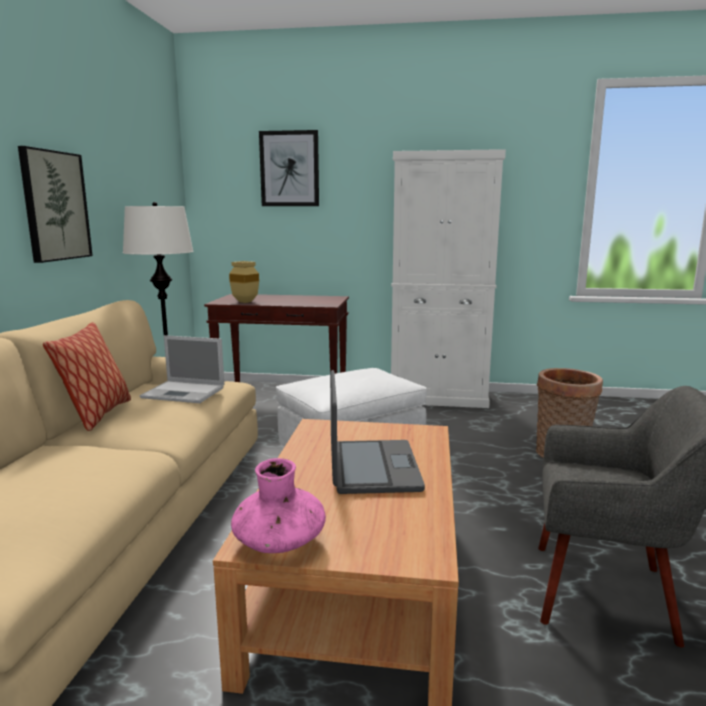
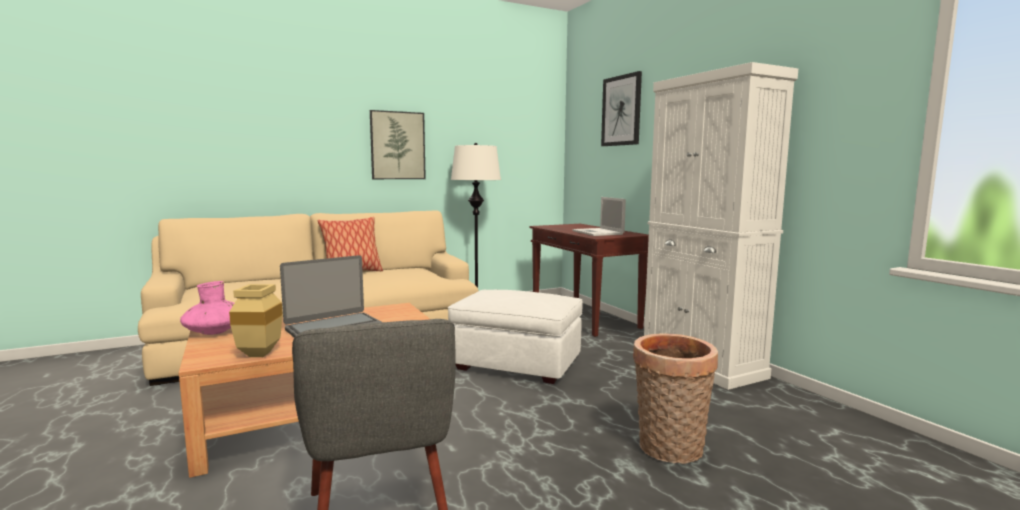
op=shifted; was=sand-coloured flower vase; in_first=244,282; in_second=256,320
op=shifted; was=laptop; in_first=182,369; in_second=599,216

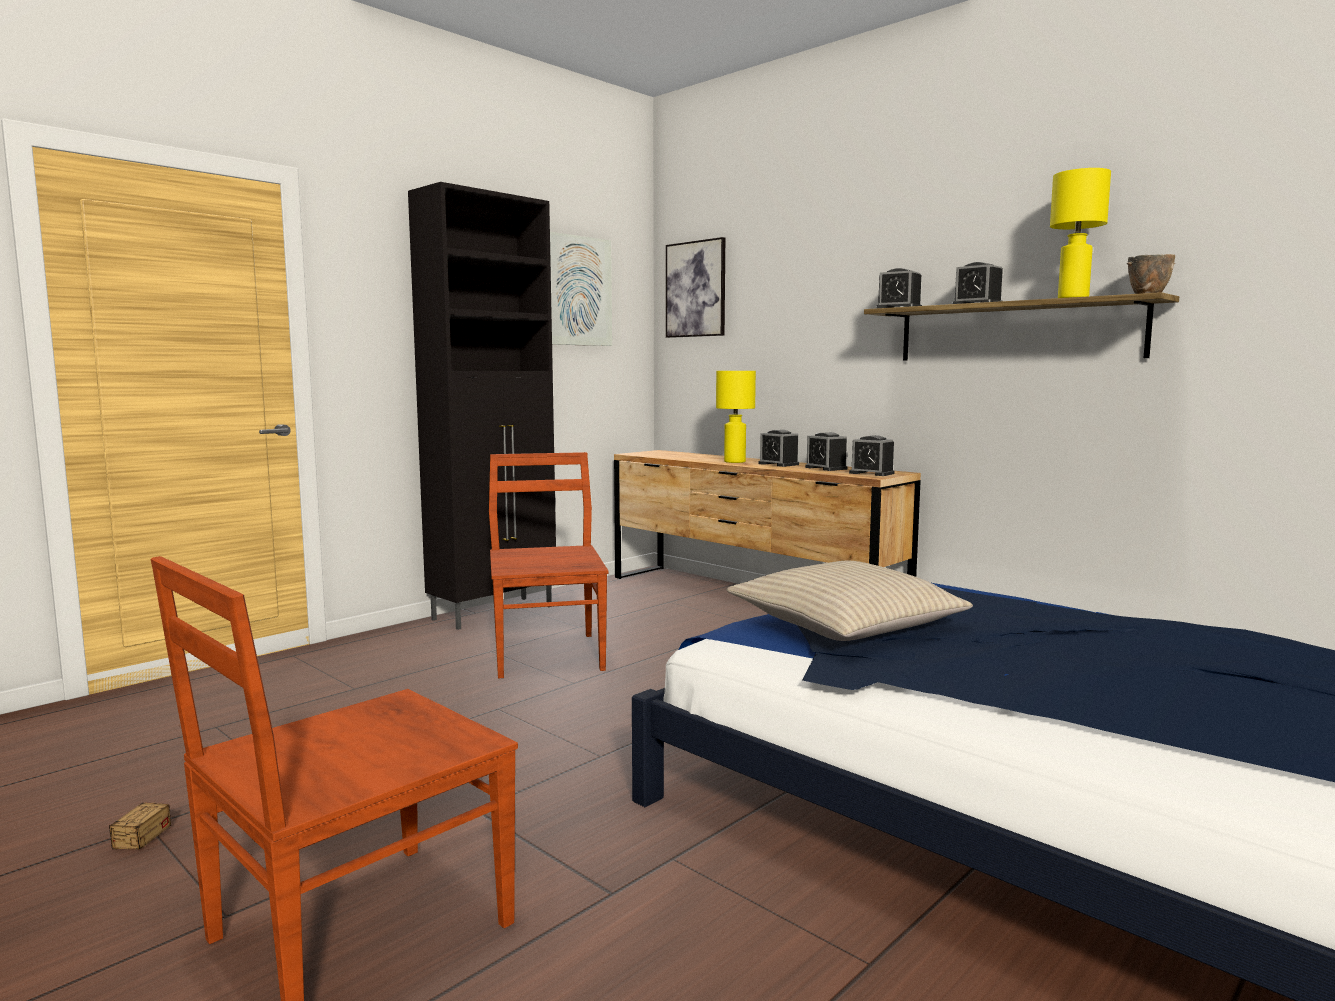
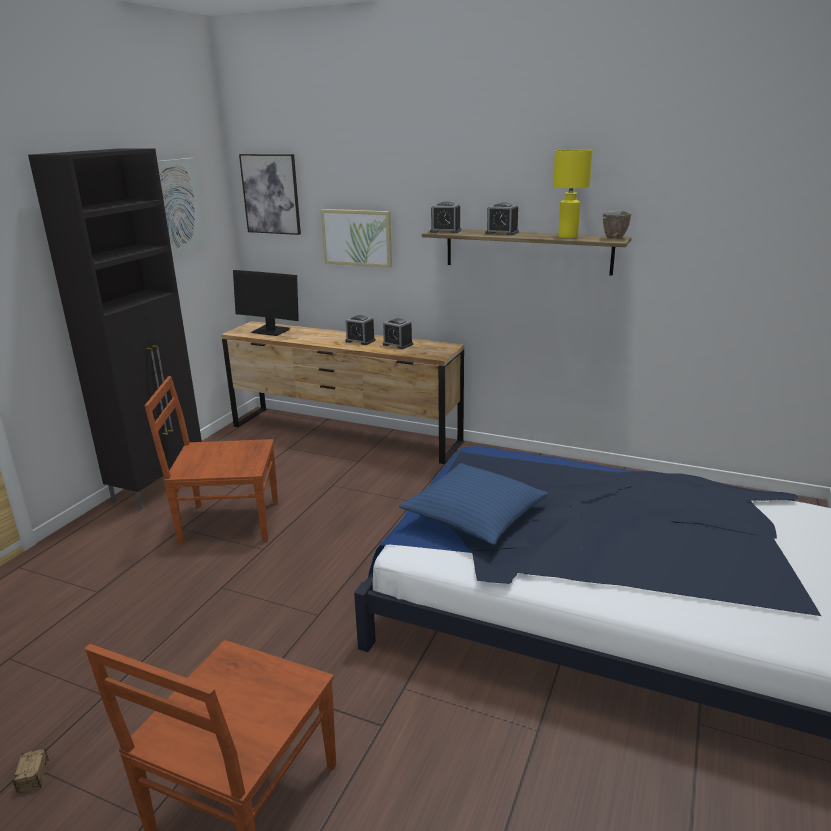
op=rotated; was=brown-coloured plain chair; in_first=548,565; in_second=211,460; clockwise=-60
op=new; now=computer display; in_second=266,303
op=new; now=wall picture; in_second=356,238
op=repainted; was=sand-coloured pillow; now=blue-coloured pillow; in_first=849,601; in_second=474,504
op=gone; was=yellow-coloured lamp for a table; in_first=736,417
op=gone; was=bedside clock; in_first=872,455

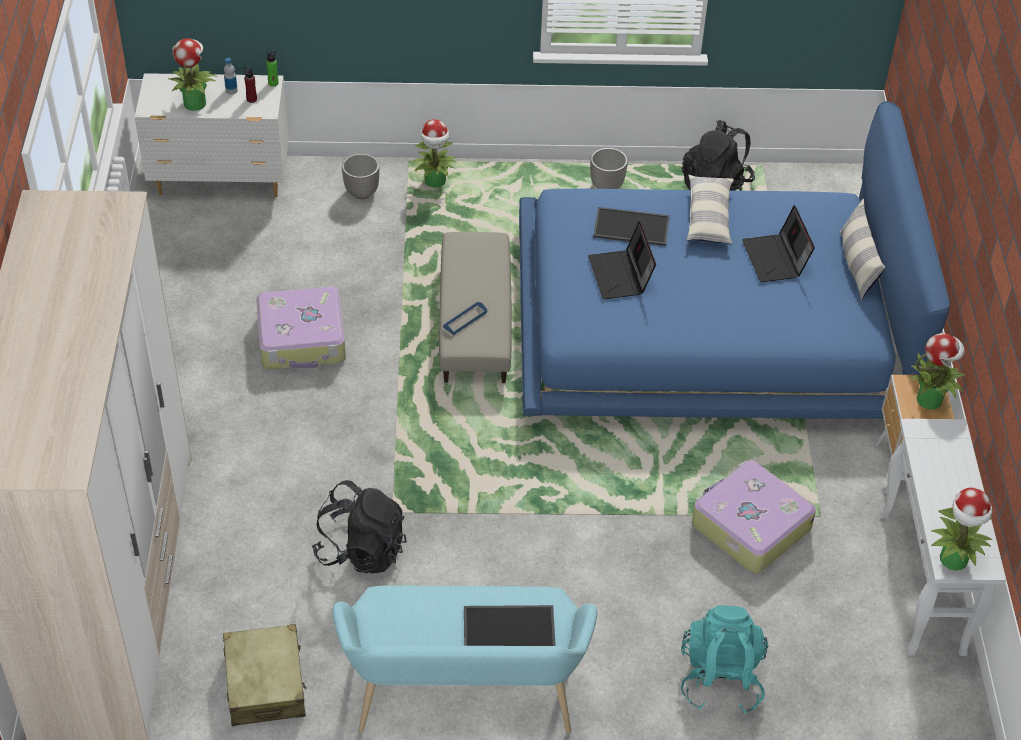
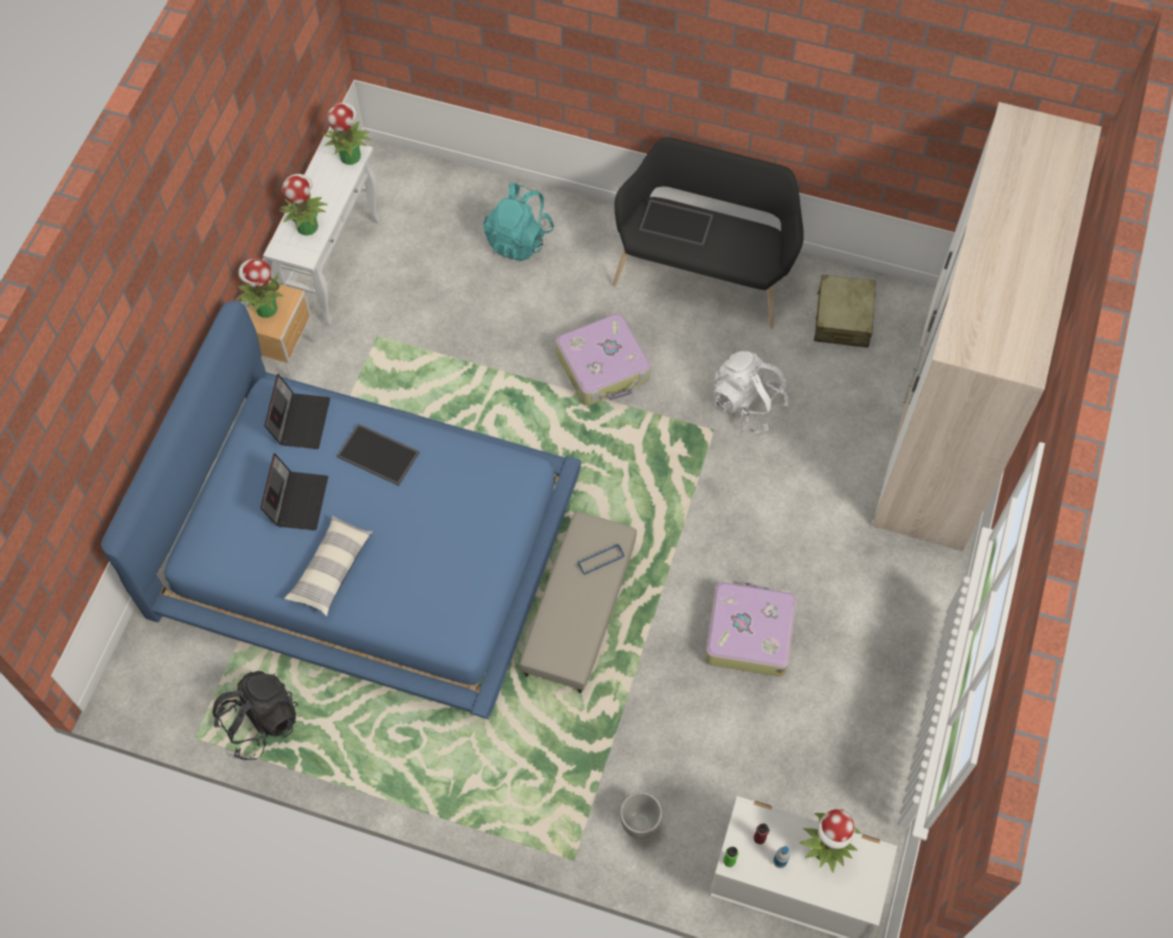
op=shifted; was=laptop; in_first=622,260; in_second=297,411
op=shifted; was=plant in a pot; in_first=434,153; in_second=303,205
op=shifted; was=serving tray; in_first=631,226; in_second=378,454
op=shifted; was=piece of luggage; in_first=754,516; in_second=603,359
op=repainted; was=turquoise-coloured indoor bench; now=black-coloured indoor bench; in_first=465,659; in_second=708,233
op=repainted; was=black-coloured knapsack; now=white knapsack; in_first=359,527; in_second=751,392
op=gone; was=flower pot; in_first=609,168
op=gone; was=pillow; in_first=863,249

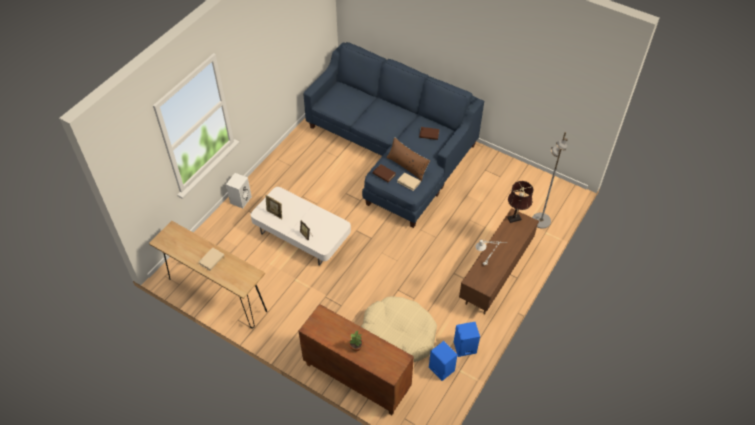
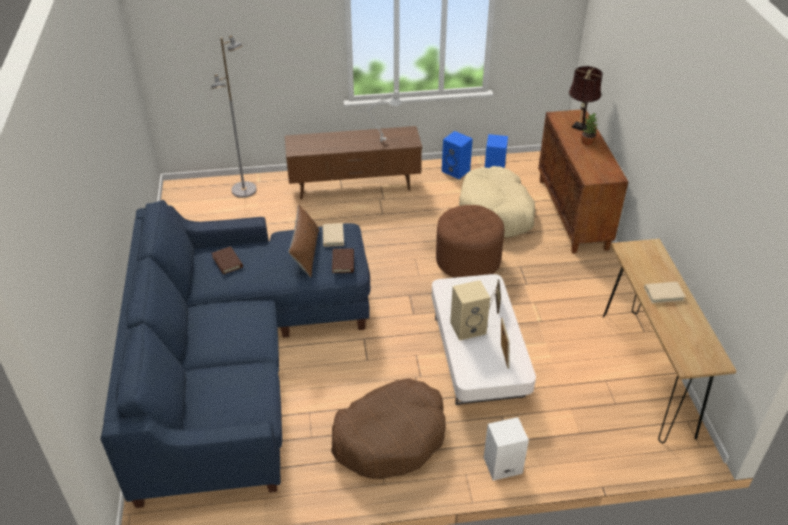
op=new; now=brown-coloured pet bed; in_second=388,428
op=new; now=brown-coloured ottoman; in_second=470,241
op=new; now=sand-coloured loudspeaker; in_second=470,310
op=shifted; was=brown-coloured lamp for a table; in_first=520,202; in_second=586,98

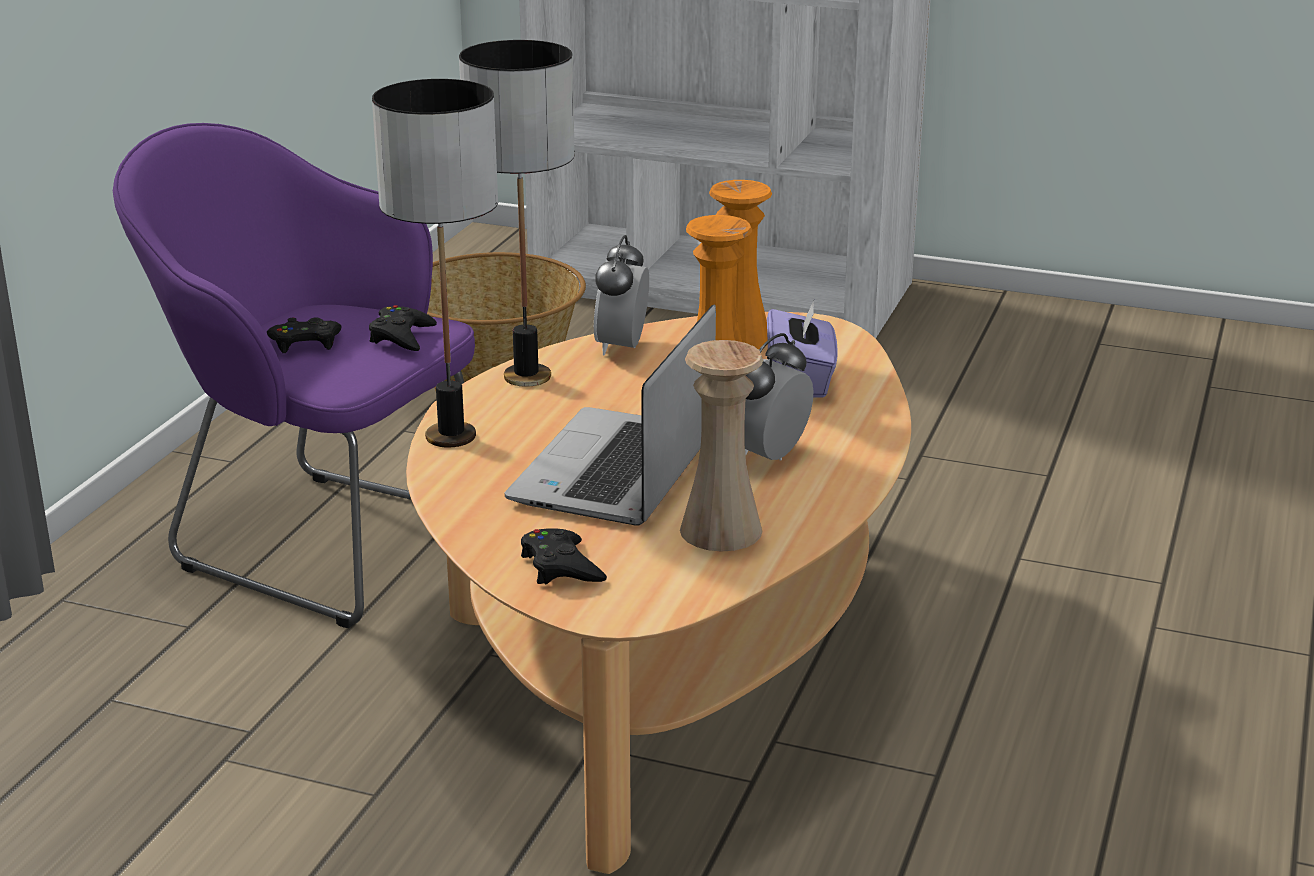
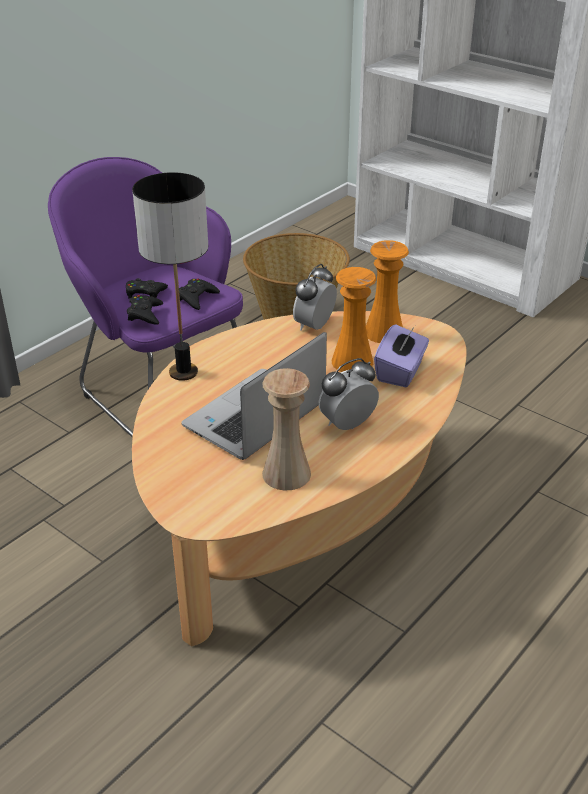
op=shifted; was=black-coloured joypad; in_first=564,556; in_second=145,310
op=gone; was=lamp for a table; in_first=517,213

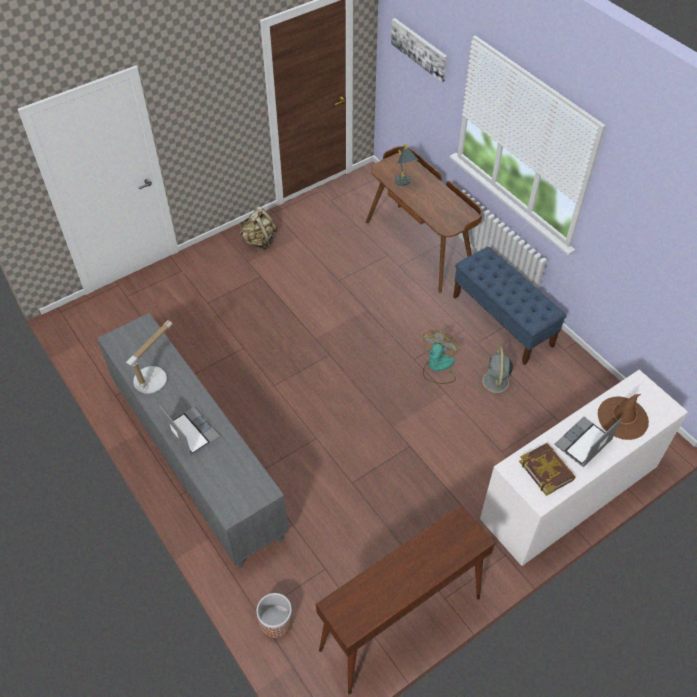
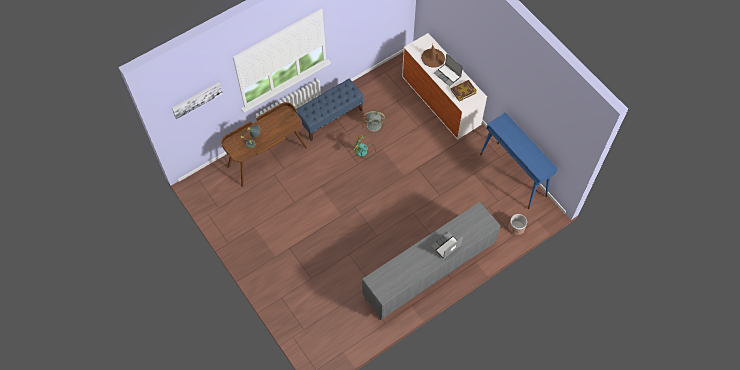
op=repainted; was=brown-coloured narrow table; now=blue-coloured narrow table; in_first=405,600; in_second=519,160
op=gone; was=lamp for a table; in_first=149,357
op=gone; was=sand-coloured knapsack; in_first=258,228

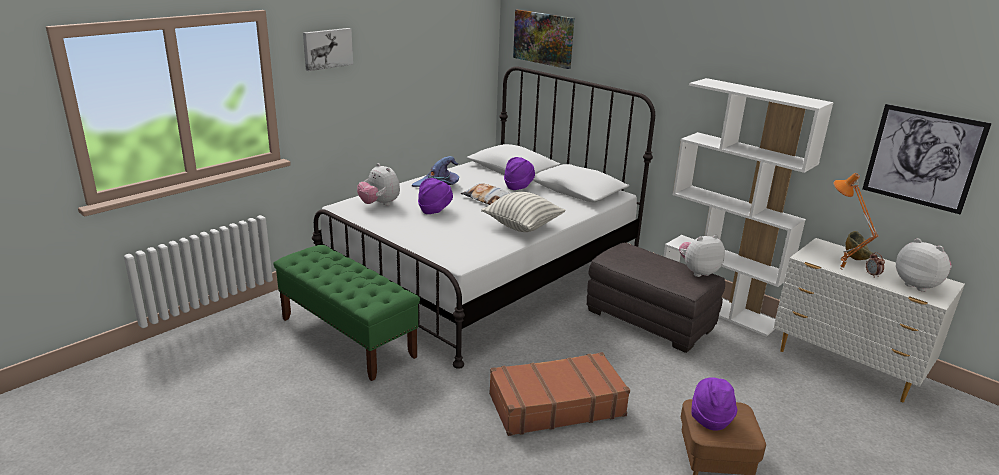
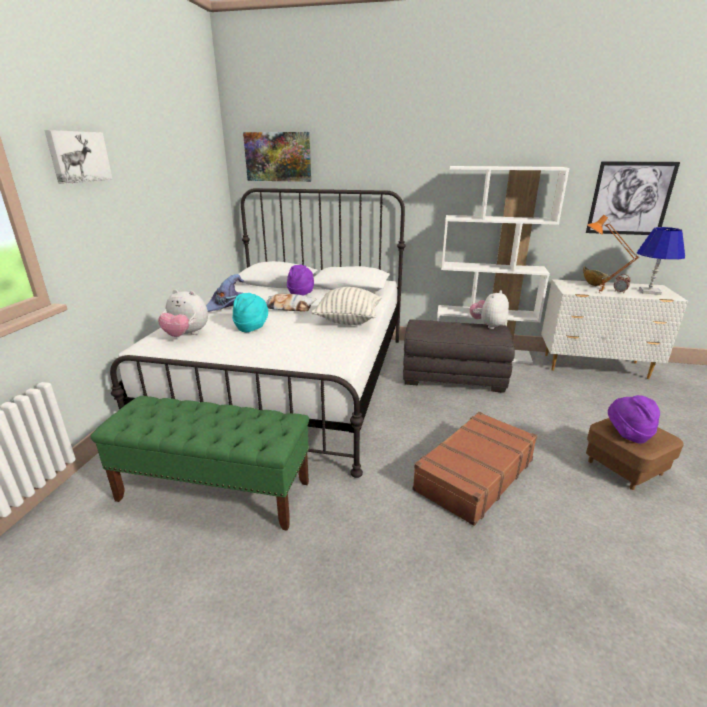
op=repainted; was=purplish wearable hat; now=turquoise-coloured wearable hat; in_first=435,196; in_second=250,312
op=swapped; was=soft toy; now=blue-coloured lamp for a table; in_first=924,265; in_second=661,261

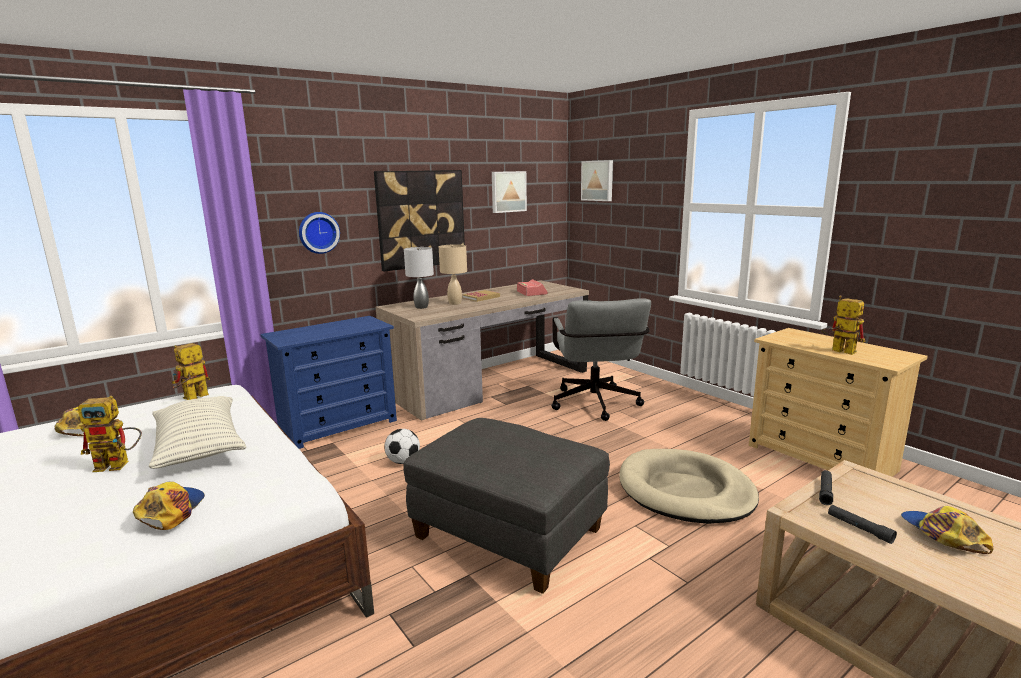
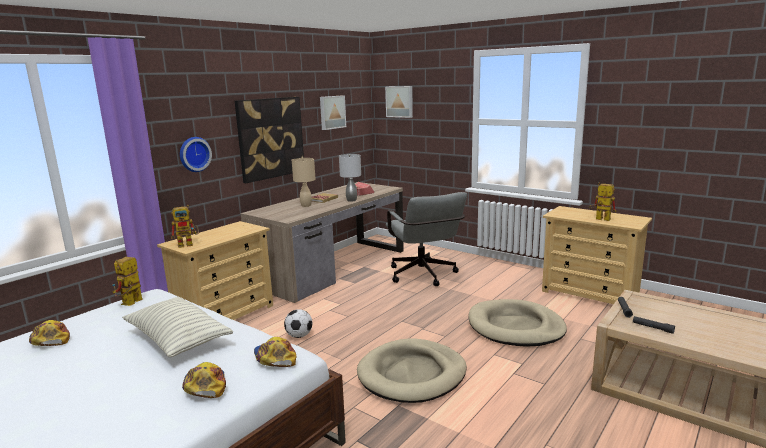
op=repainted; was=blue-coloured drawer chest; now=sand-coloured drawer chest; in_first=328,382; in_second=215,270
op=shifted; was=model robot; in_first=110,434; in_second=185,226
op=shifted; was=cap; in_first=947,530; in_second=275,352
op=shifted; was=gray lamp for a table; in_first=419,278; in_second=350,178
op=swapped; was=gray ottoman; now=sand-coloured pet bed; in_first=506,506; in_second=412,370

